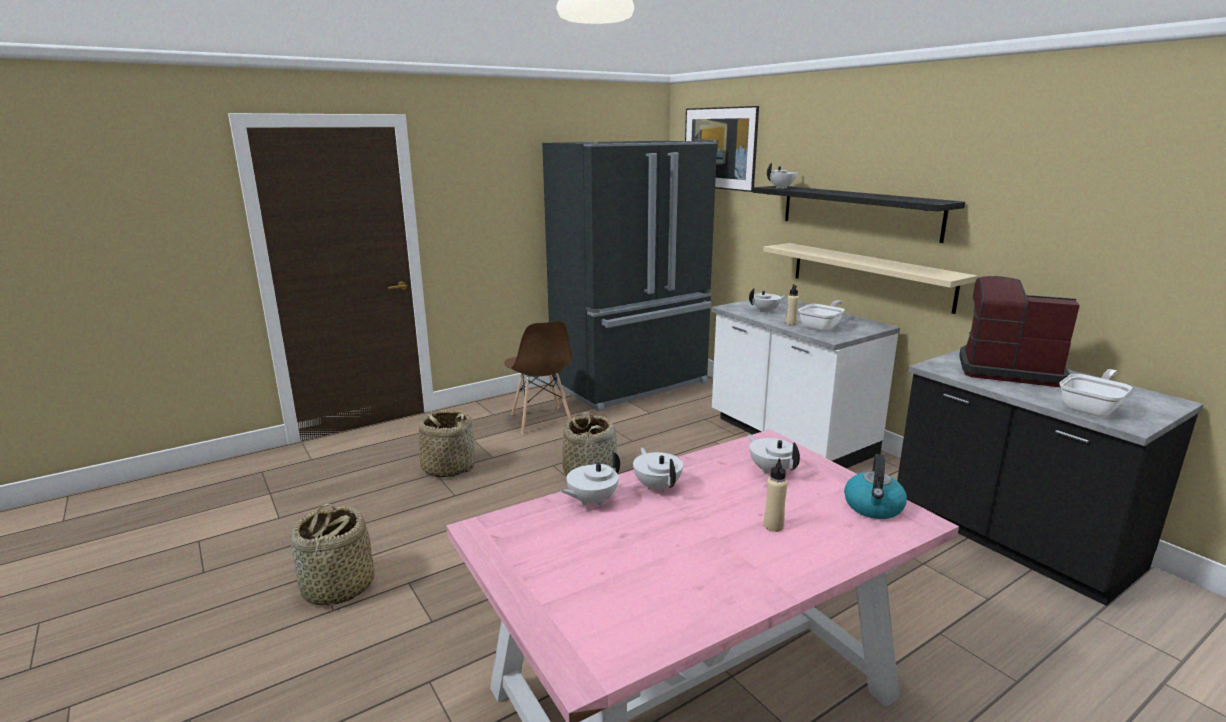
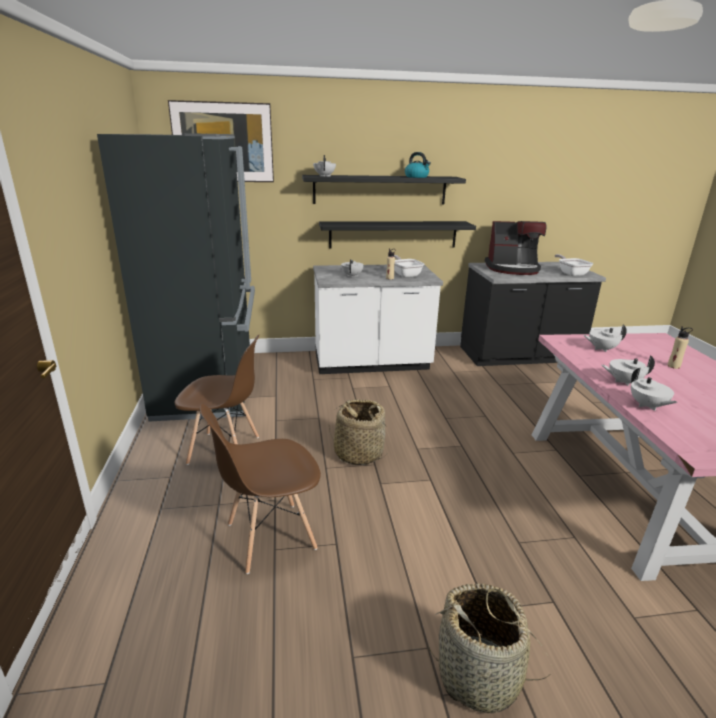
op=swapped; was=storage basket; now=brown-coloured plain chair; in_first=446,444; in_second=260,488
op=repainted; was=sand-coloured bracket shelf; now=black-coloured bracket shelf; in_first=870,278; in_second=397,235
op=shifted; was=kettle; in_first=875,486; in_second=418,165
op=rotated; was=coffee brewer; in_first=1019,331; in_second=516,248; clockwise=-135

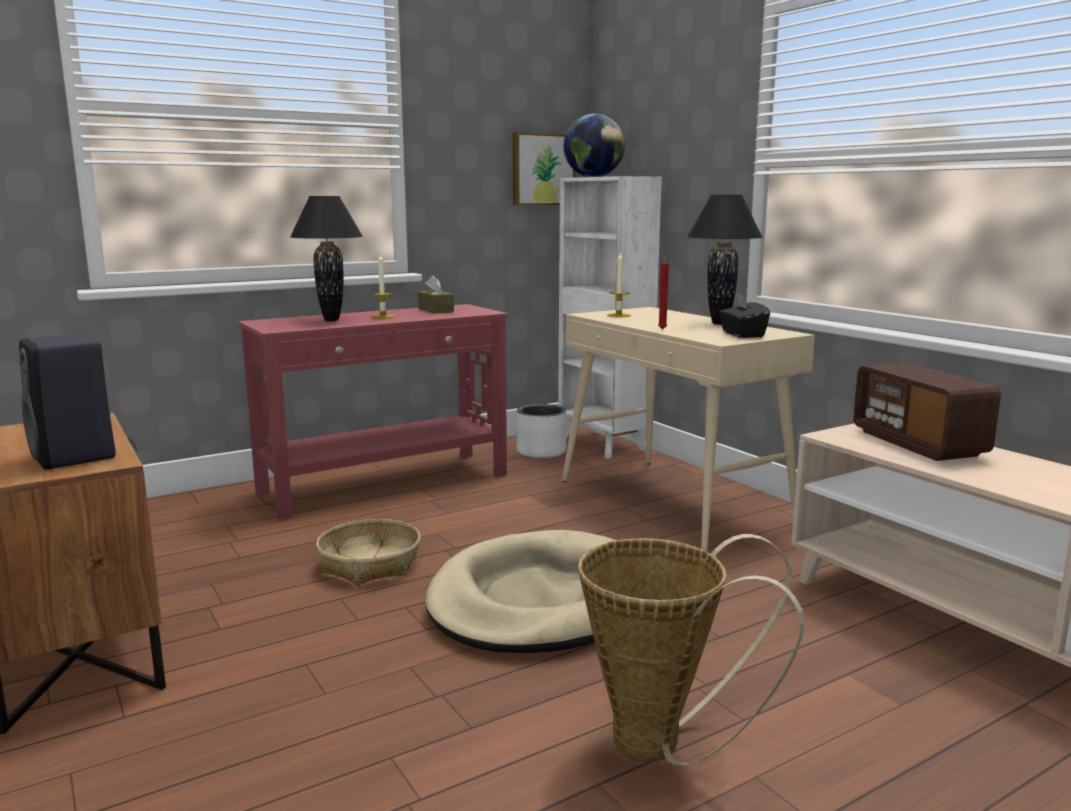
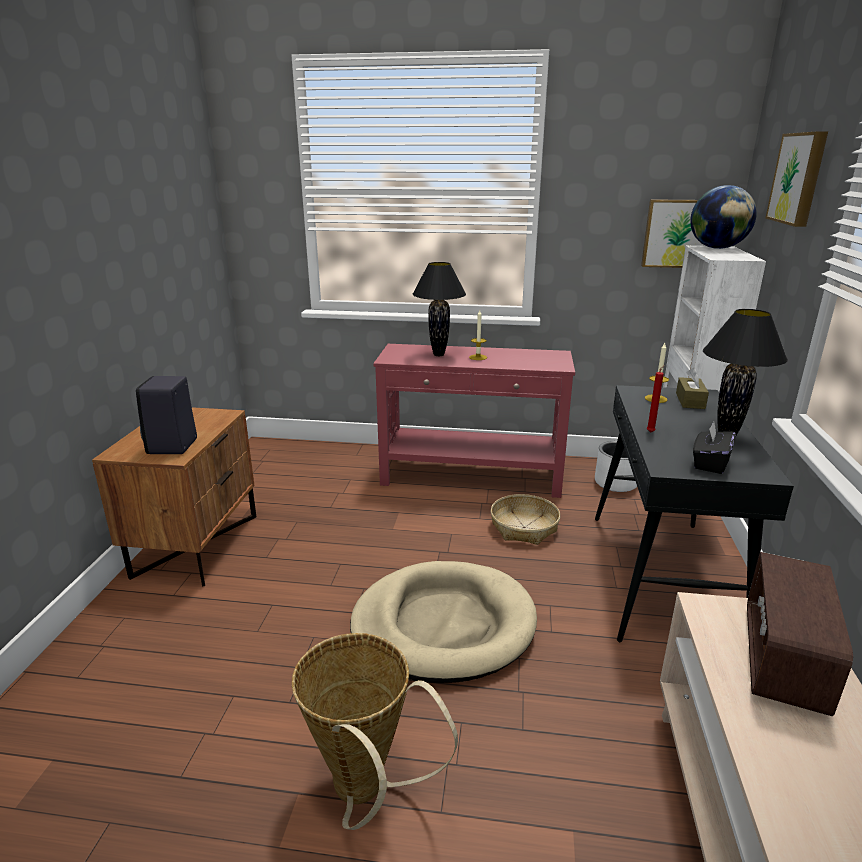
op=shifted; was=storage basket; in_first=368,552; in_second=525,519
op=repainted; was=sand-coloured narrow table; now=black-coloured narrow table; in_first=688,429; in_second=694,513
op=shifted; was=brown-coloured tissue box; in_first=436,294; in_second=692,388
op=new; now=wall picture; in_second=796,179

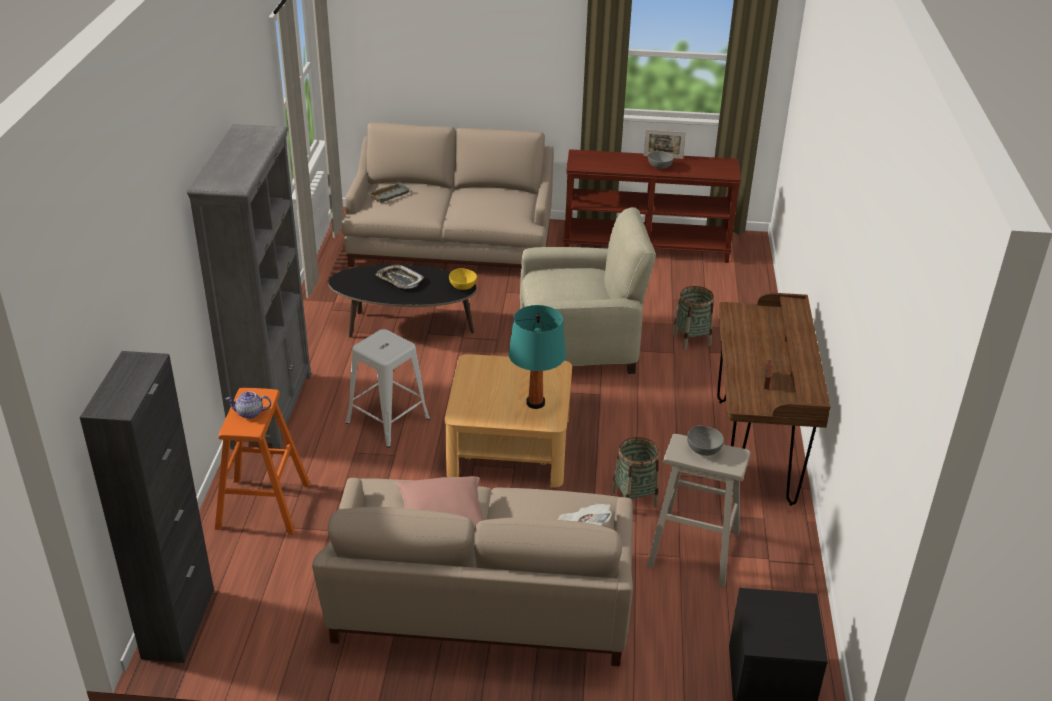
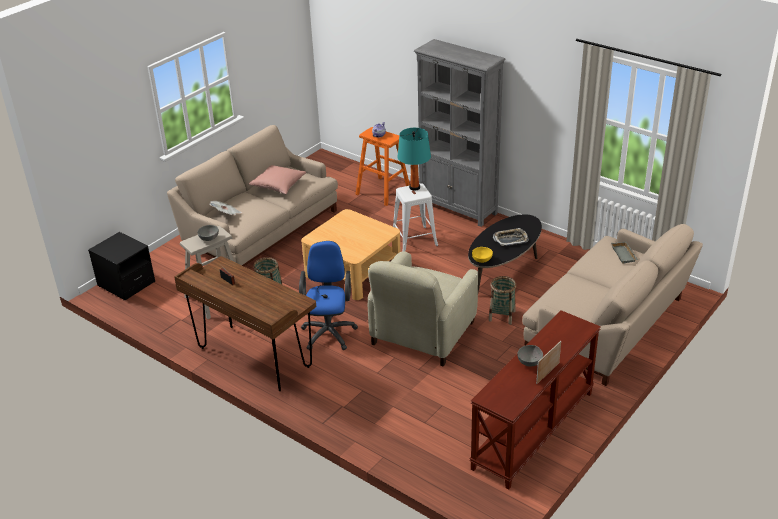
op=new; now=blue-coloured office chair; in_second=328,295
op=shifted; was=turquoise-coloured lamp for a table; in_first=537,357; in_second=414,159
op=shifted; was=storage basket; in_first=693,318; in_second=502,300
op=gone; was=black-coloured cabinet; in_first=147,507

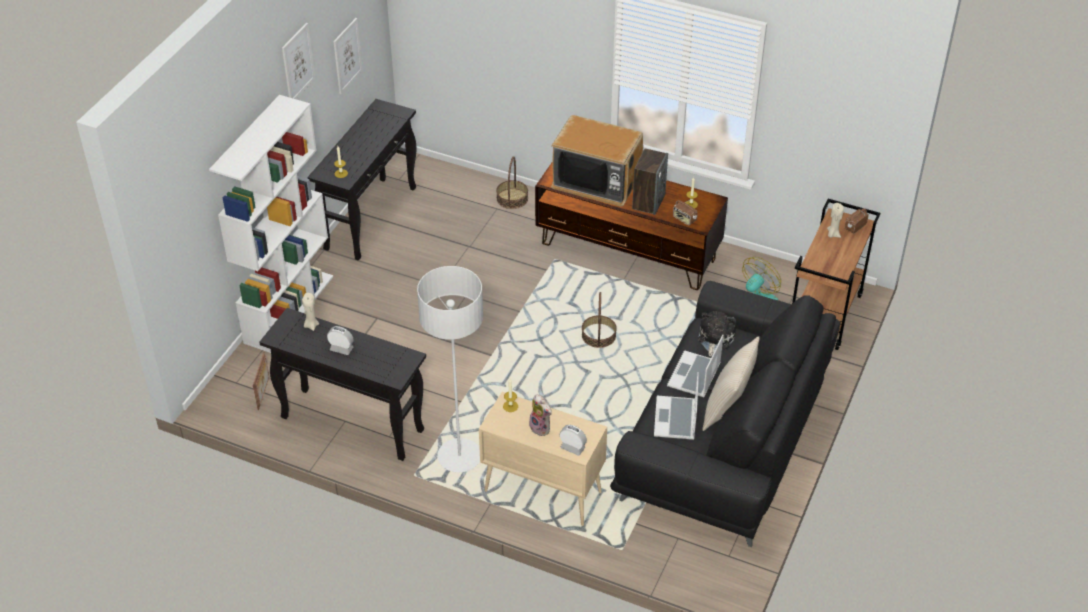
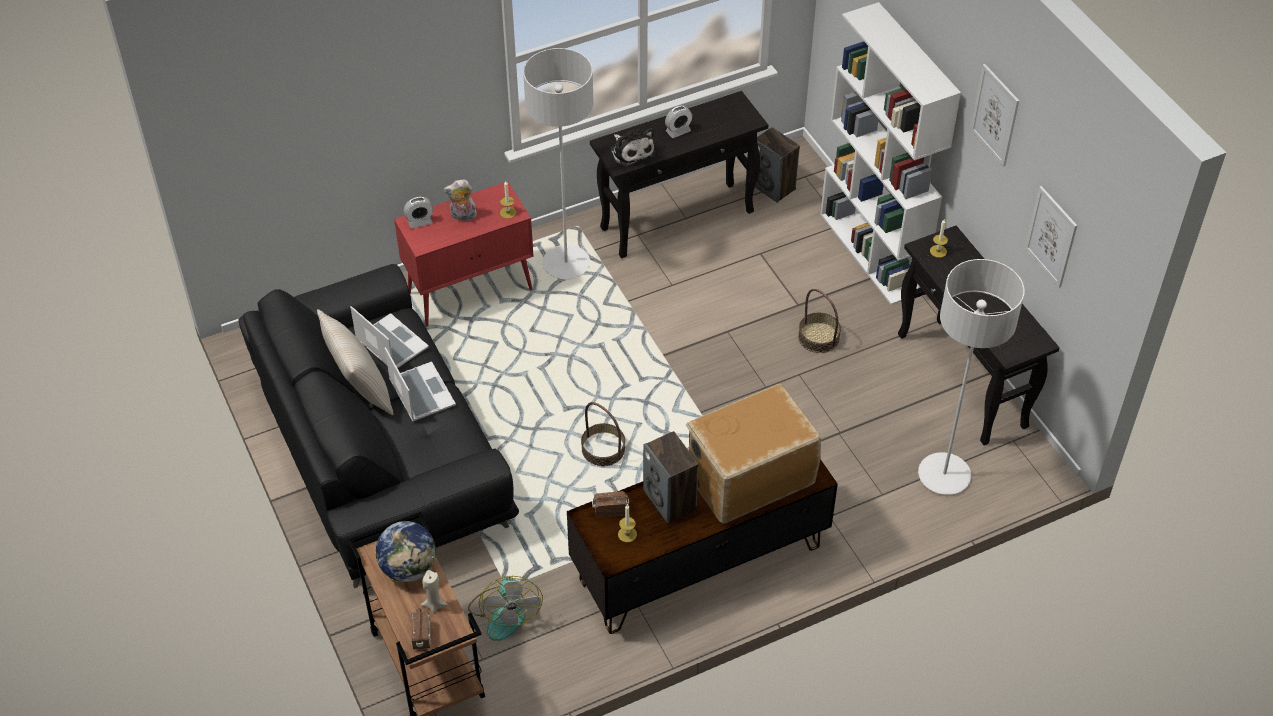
op=new; now=globe; in_second=405,551
op=repainted; was=sand-coloured cabinet; now=red cabinet; in_first=543,459; in_second=464,254
op=shifted; was=soft toy; in_first=717,334; in_second=633,147
op=swapped; was=standing frame; now=loudspeaker; in_first=261,381; in_second=777,165
op=shifted; was=storage basket; in_first=512,182; in_second=819,321
op=new; now=gray standing lamp; in_second=971,377
op=gone; was=sand-coloured wax candle; in_first=310,312

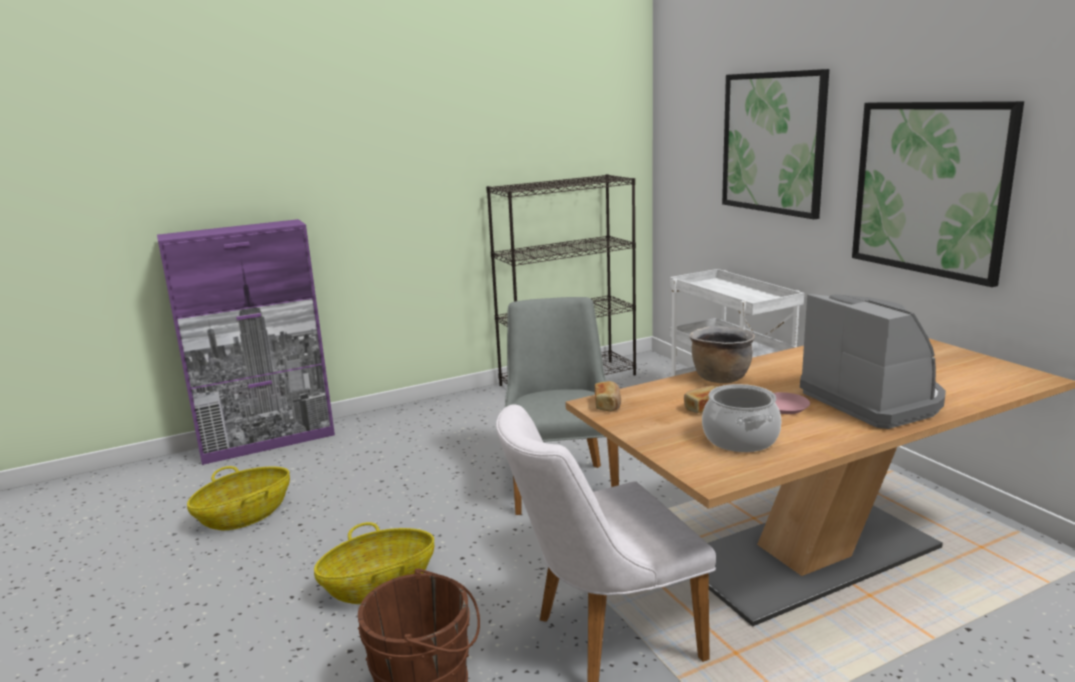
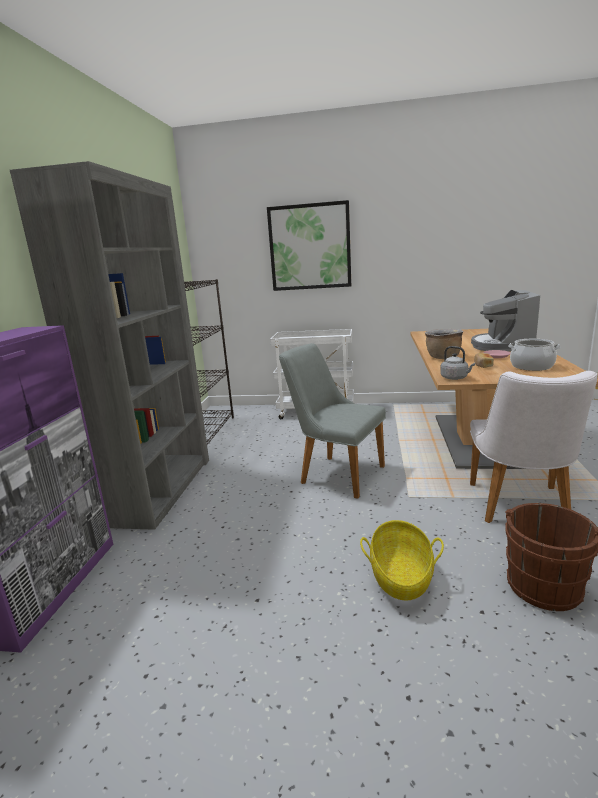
op=new; now=gray bookcase; in_second=109,345
op=swapped; was=baked bread; now=gray kettle; in_first=608,396; in_second=457,363
op=rotated; was=coffee brewer; in_first=873,361; in_second=505,320; clockwise=-90
op=gone; was=storage basket; in_first=238,498
op=gone; was=wall picture; in_first=938,194

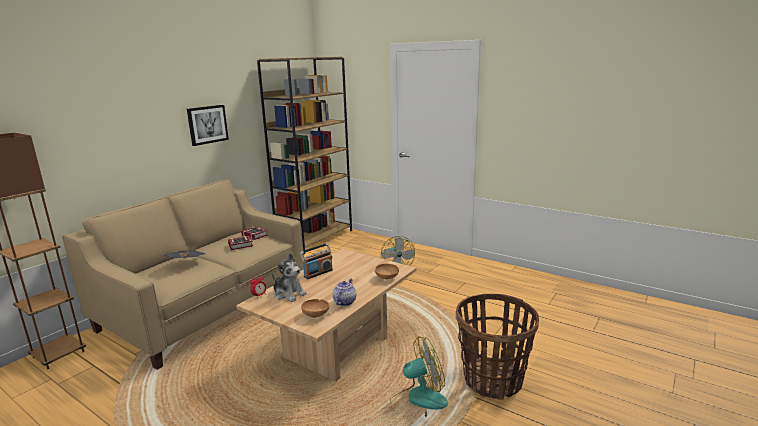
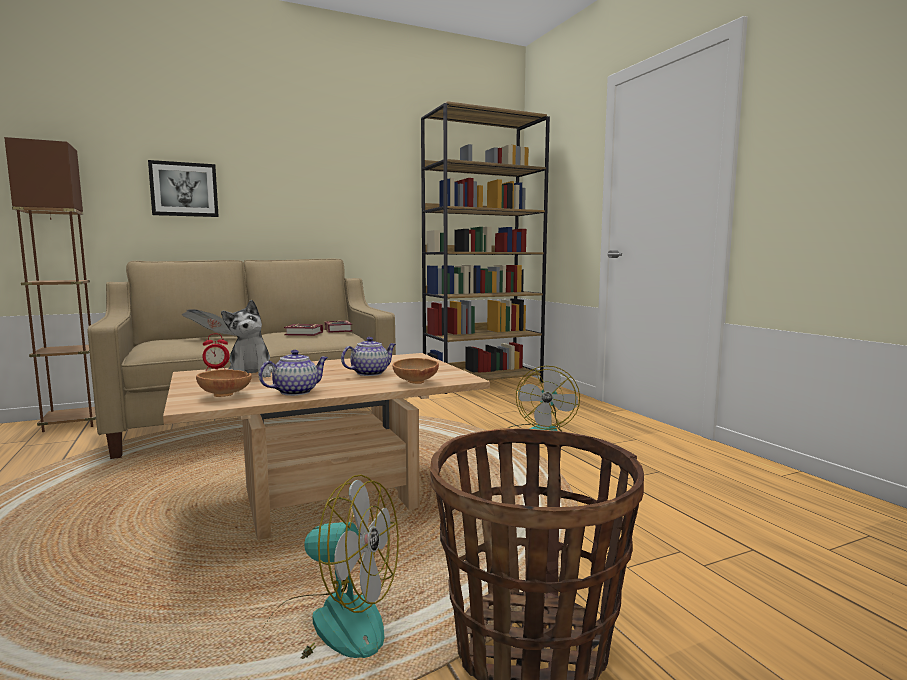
op=shifted; was=wall picture; in_first=208,125; in_second=183,188
op=new; now=teapot; in_second=368,356
op=gone; was=radio set; in_first=316,261

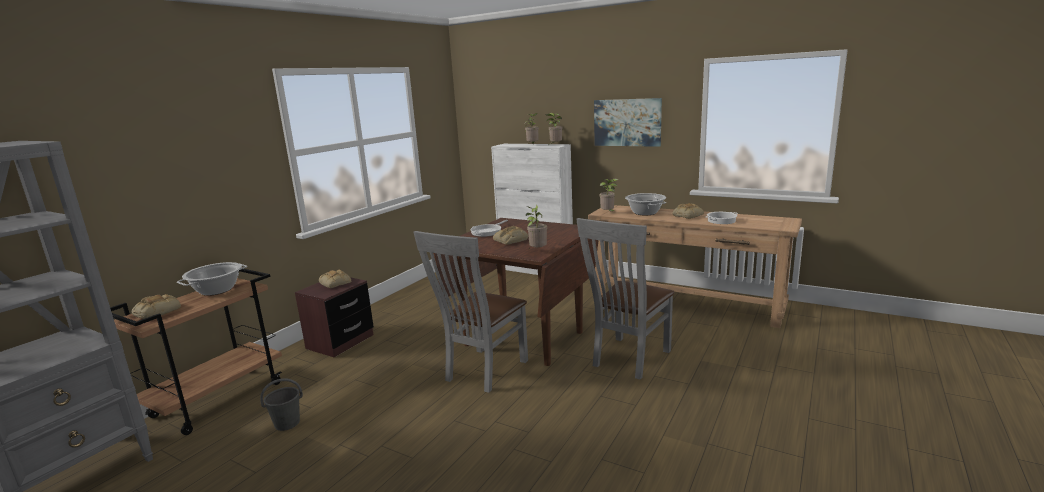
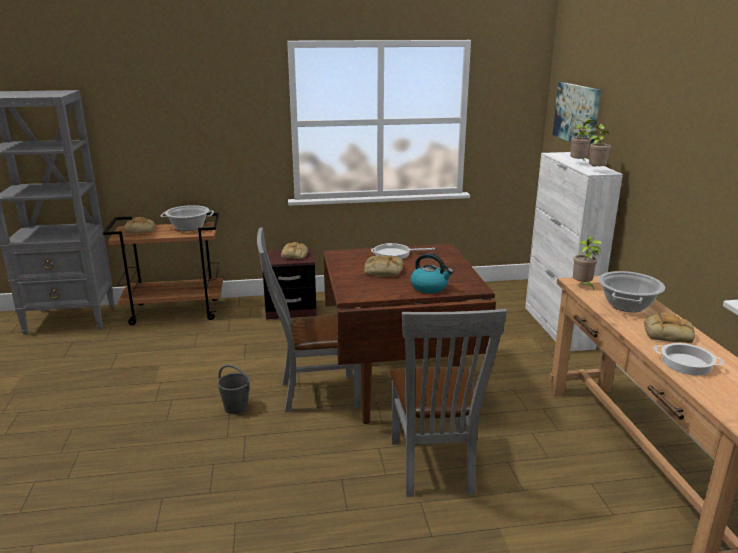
op=shifted; was=gray pail; in_first=281,404; in_second=233,389
op=rotated; was=gray plain chair; in_first=625,299; in_second=448,403; clockwise=-90
op=new; now=kettle; in_second=431,273
op=shifted; was=wall picture; in_first=628,122; in_second=577,115
op=gone; was=plant in a pot; in_first=536,226

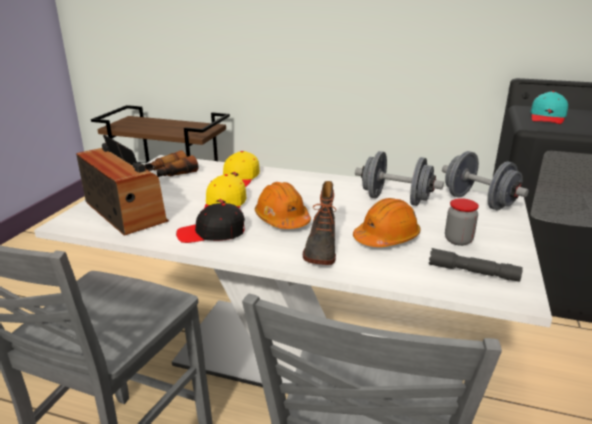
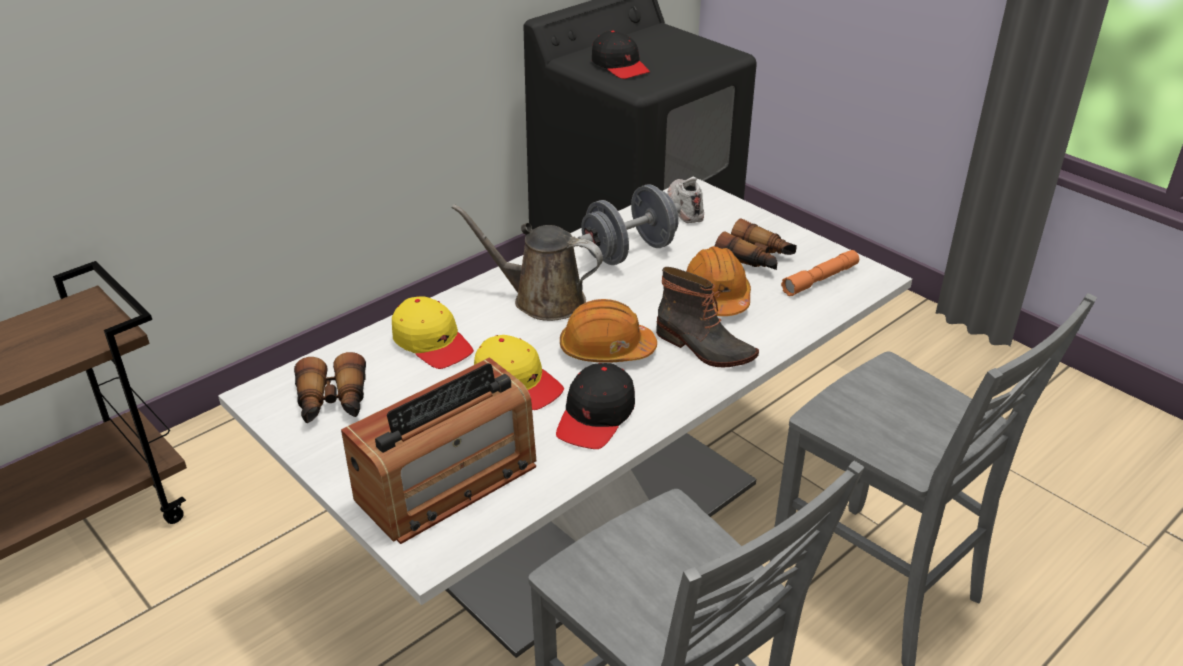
op=rotated; was=radio set; in_first=122,185; in_second=438,450; clockwise=150
op=new; now=brown-coloured sprinkling can; in_second=527,262
op=repainted; was=turquoise-coloured cap; now=black-coloured cap; in_first=549,107; in_second=621,55
op=swapped; was=gray dumbbell; now=white shoe; in_first=485,180; in_second=685,200
op=swapped; was=preserve jar; now=binoculars; in_first=462,222; in_second=756,244
op=repainted; was=gray flashlight; now=orange flashlight; in_first=476,265; in_second=820,273

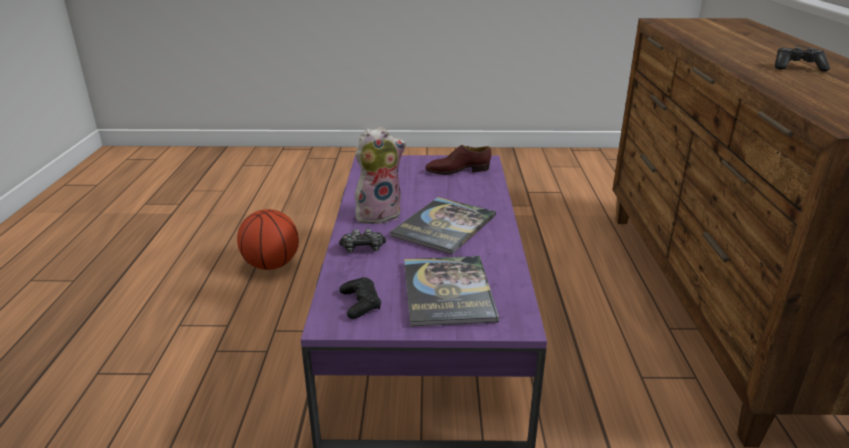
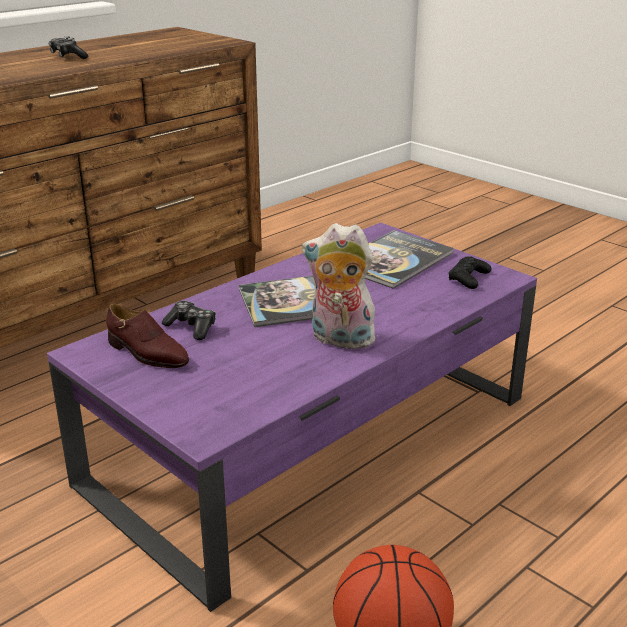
op=shifted; was=joypad; in_first=362,241; in_second=189,320

